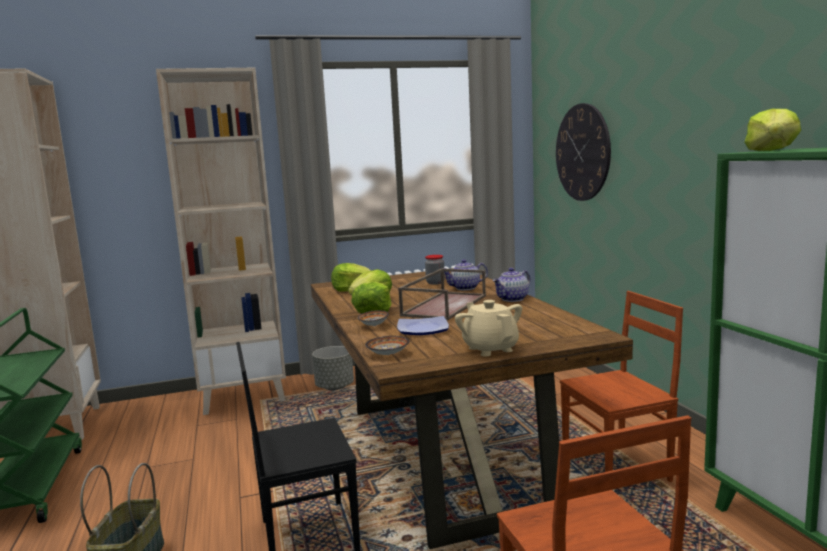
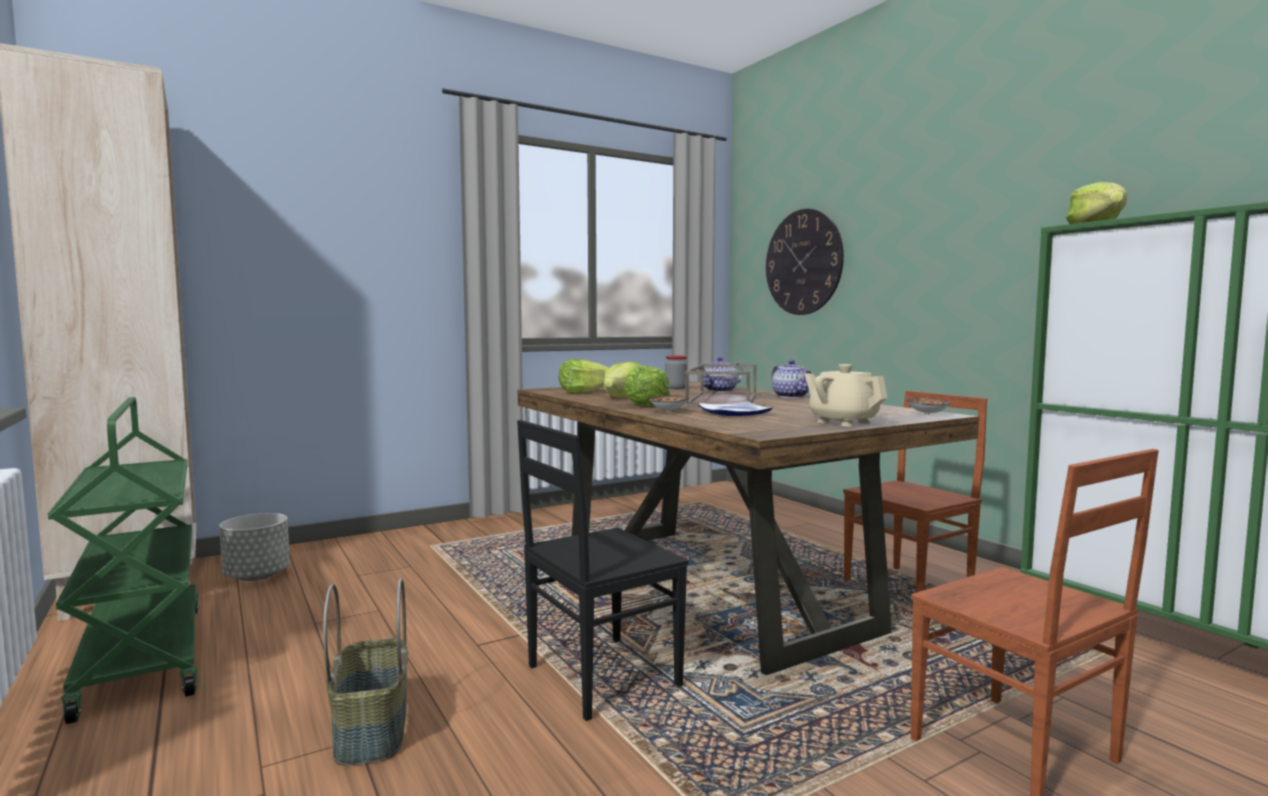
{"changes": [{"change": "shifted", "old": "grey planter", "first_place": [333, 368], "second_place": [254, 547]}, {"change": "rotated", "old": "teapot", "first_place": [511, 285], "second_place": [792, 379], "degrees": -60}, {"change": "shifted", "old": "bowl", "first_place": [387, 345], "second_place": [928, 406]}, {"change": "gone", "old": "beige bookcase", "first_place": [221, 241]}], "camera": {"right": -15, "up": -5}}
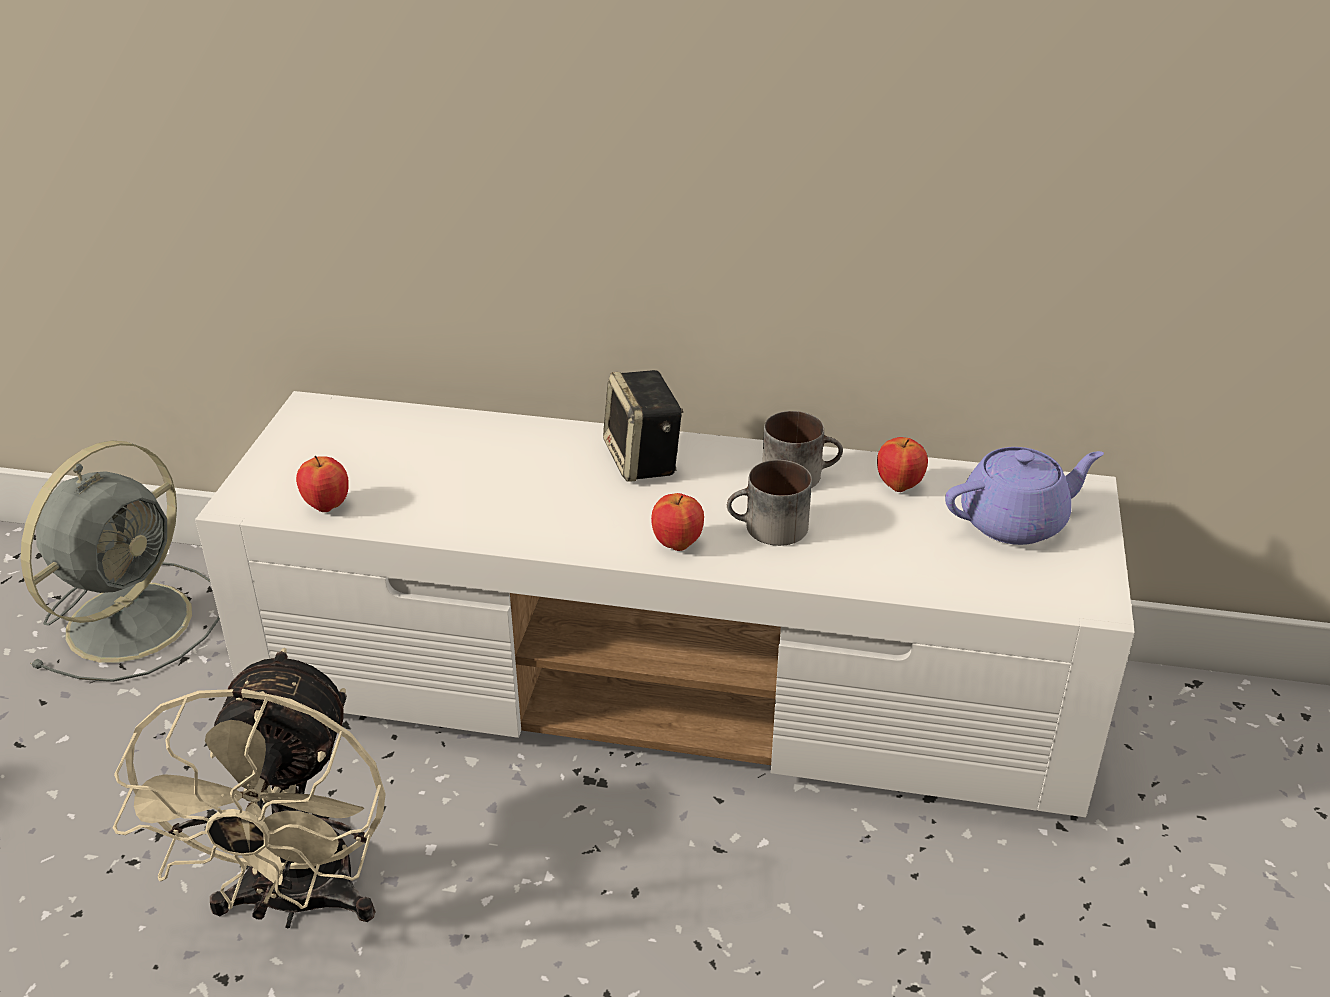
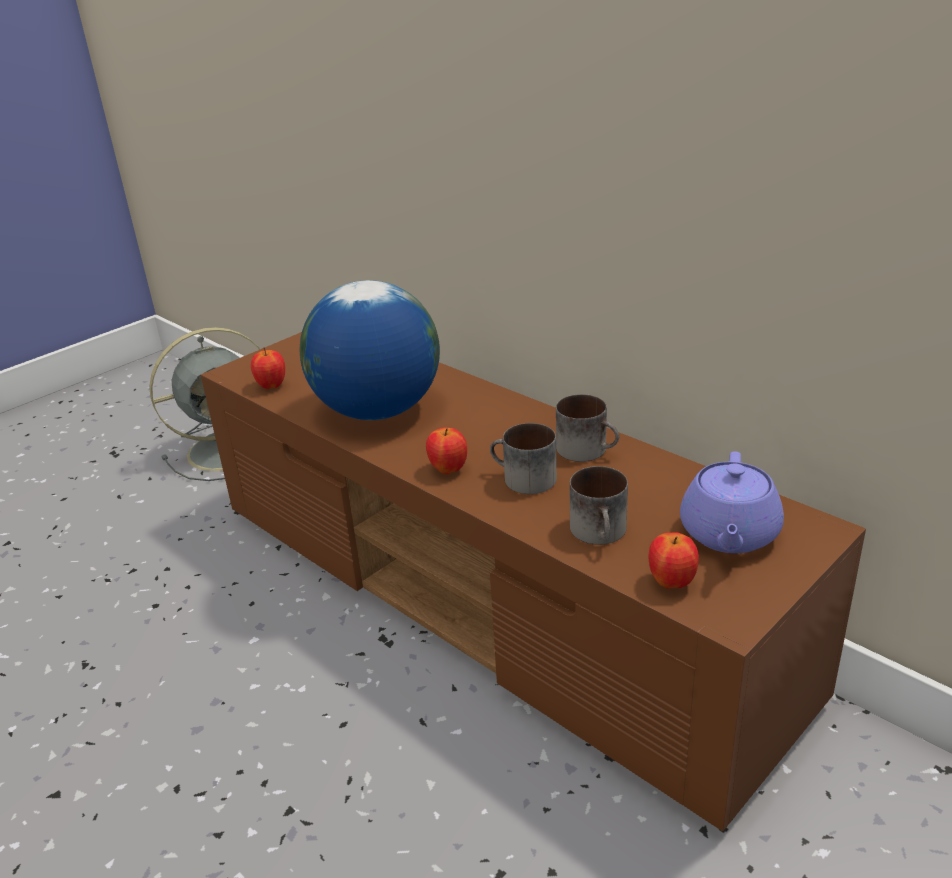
{"changes": [{"change": "repainted", "old": "white tv stand", "new": "brown tv stand", "first_place": [665, 604], "second_place": [533, 581]}, {"change": "new", "new": "globe", "second_place": [370, 350]}, {"change": "new", "new": "mug", "second_place": [599, 505]}, {"change": "shifted", "old": "apple", "first_place": [902, 464], "second_place": [674, 560]}, {"change": "rotated", "old": "purple teapot", "first_place": [1024, 496], "second_place": [732, 502], "degrees": 90}, {"change": "gone", "old": "beige fan", "first_place": [249, 788]}, {"change": "gone", "old": "speaker", "first_place": [643, 426]}], "camera": {"right": 35, "up": -5}}
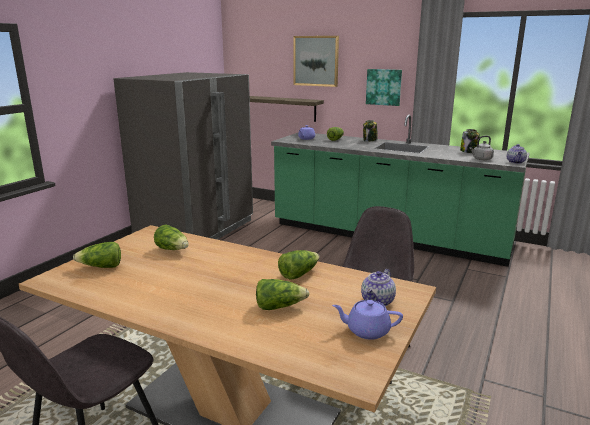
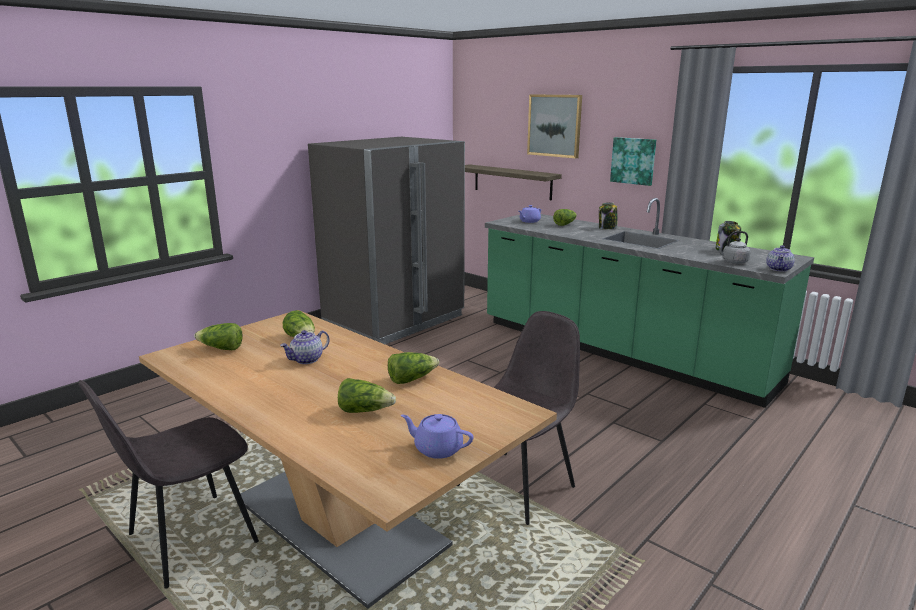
{"changes": [{"change": "shifted", "old": "teapot", "first_place": [378, 287], "second_place": [305, 347]}], "camera": {"right": 15, "up": 0}}
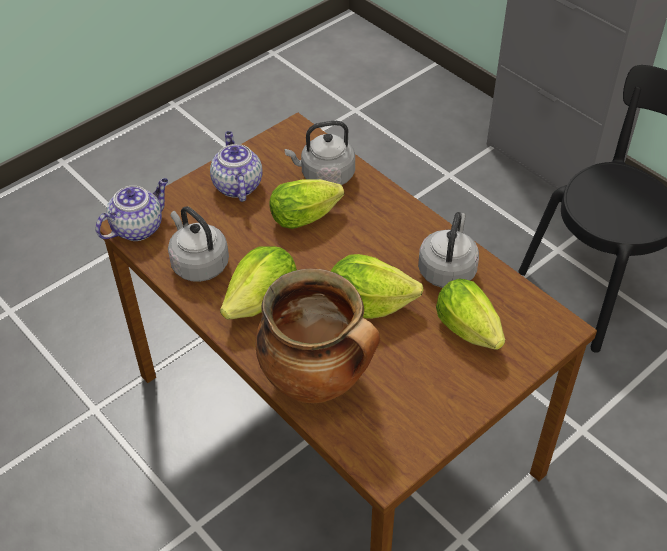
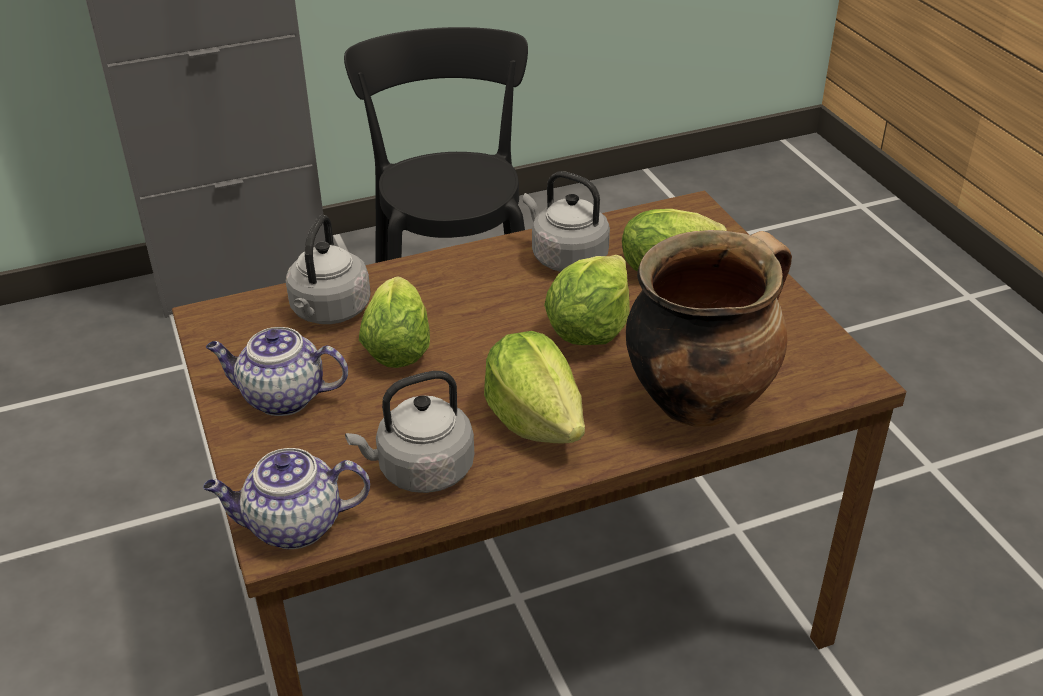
{"changes": [{"change": "rotated", "old": "teapot", "first_place": [131, 209], "second_place": [286, 498], "degrees": -75}], "camera": {"right": -70, "up": -10}}
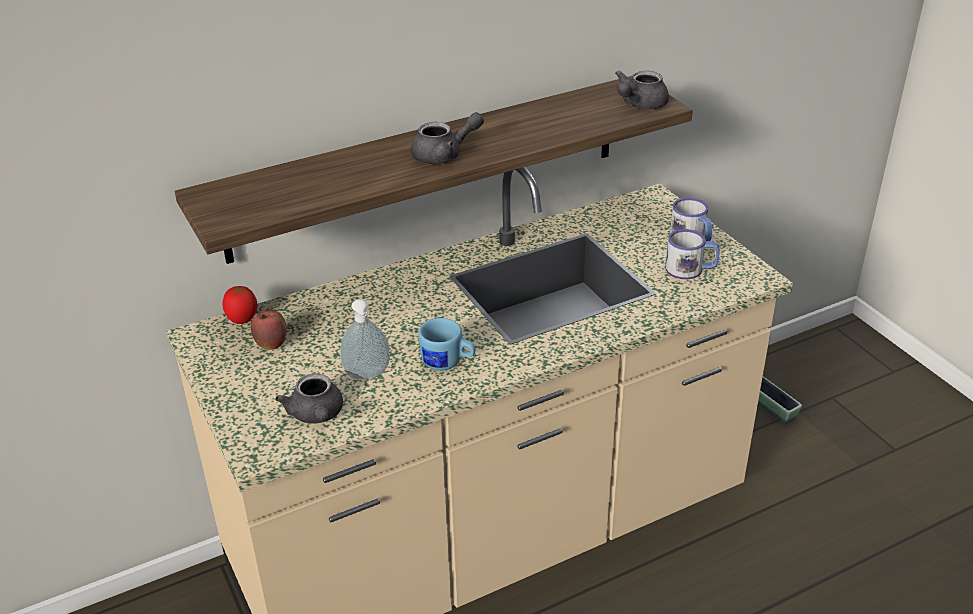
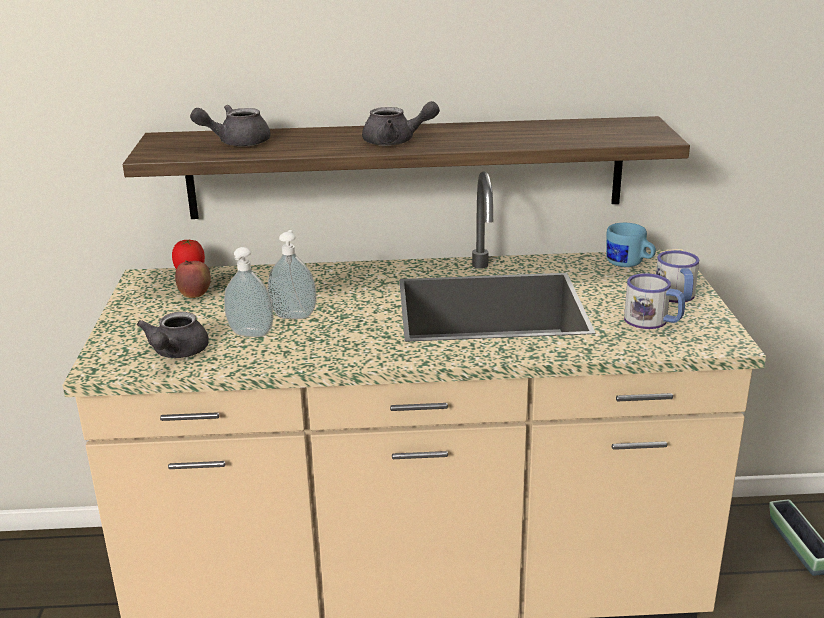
{"changes": [{"change": "shifted", "old": "grey teapot", "first_place": [642, 89], "second_place": [230, 126]}, {"change": "new", "new": "soap dispenser", "second_place": [292, 274]}, {"change": "shifted", "old": "blue mug", "first_place": [446, 344], "second_place": [631, 245]}], "camera": {"right": 25, "up": -10}}
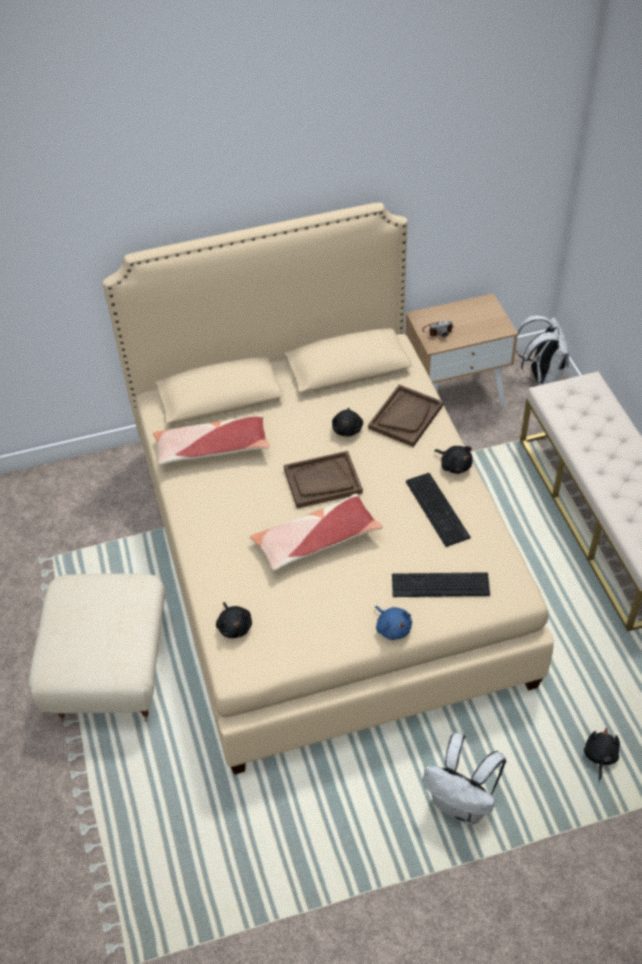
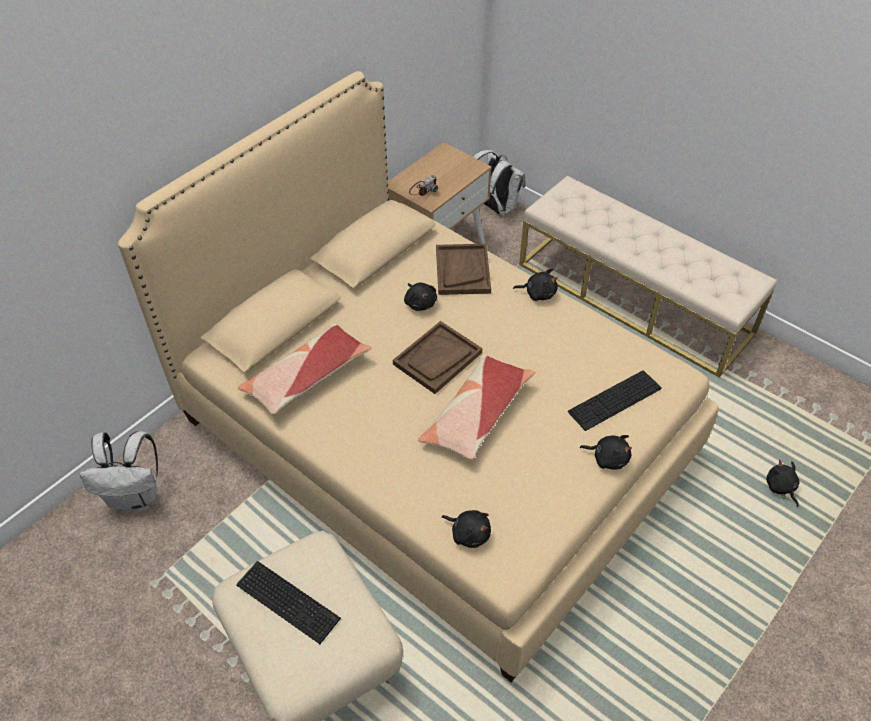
{"changes": [{"change": "shifted", "old": "white backpack", "first_place": [464, 779], "second_place": [119, 471]}, {"change": "shifted", "old": "keyboard", "first_place": [438, 510], "second_place": [288, 602]}, {"change": "repainted", "old": "blue plush toy", "new": "black plush toy", "first_place": [393, 623], "second_place": [606, 452]}], "camera": {"right": -35, "up": 0}}
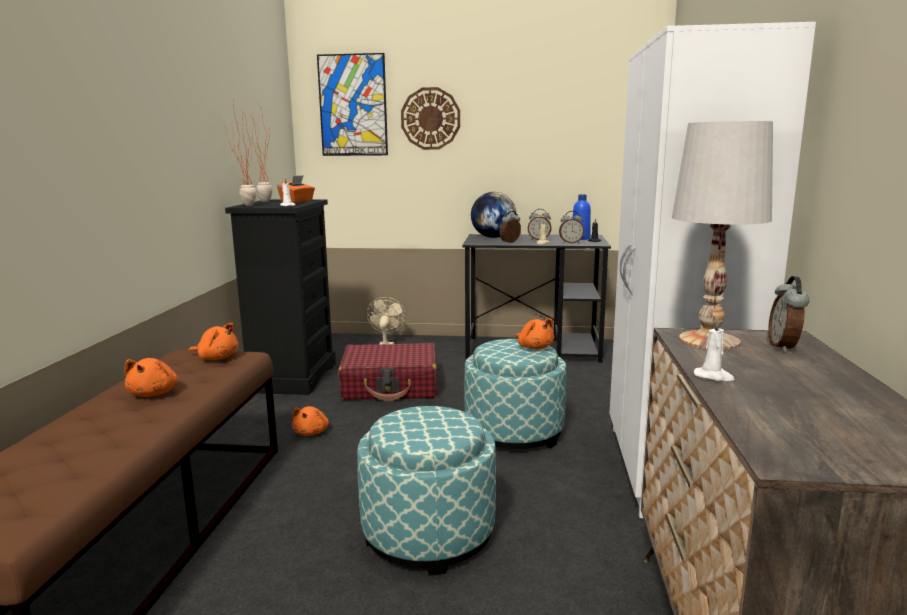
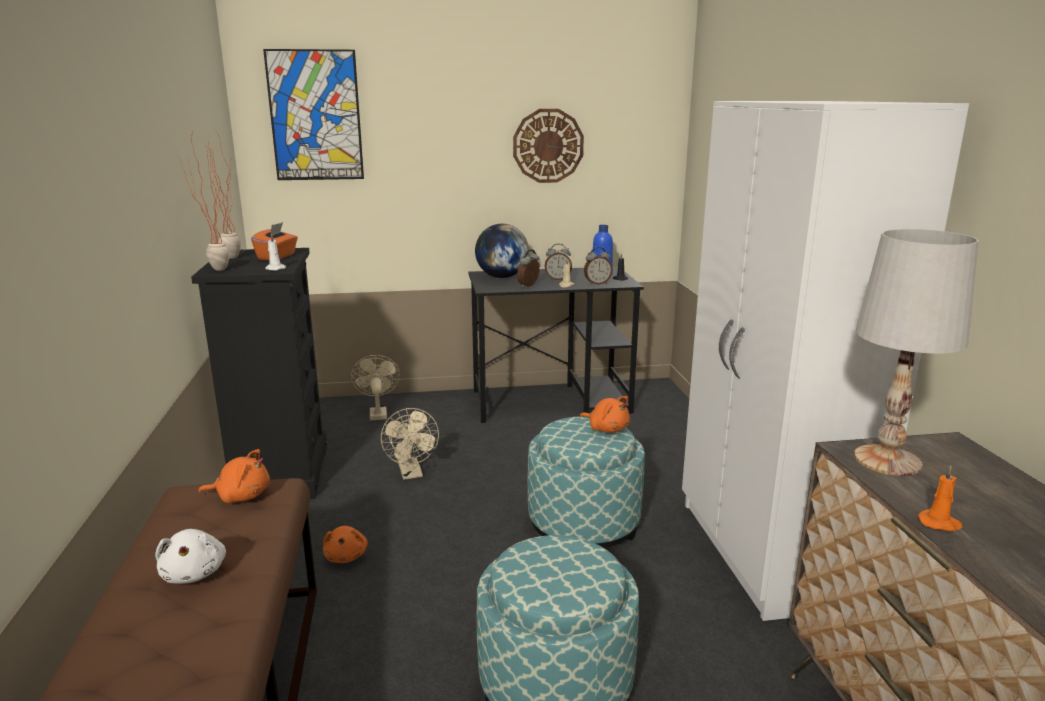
{"changes": [{"change": "repainted", "old": "orange plush toy", "new": "white plush toy", "first_place": [151, 377], "second_place": [190, 556]}, {"change": "swapped", "old": "red suitcase", "new": "beige fan", "first_place": [387, 372], "second_place": [410, 444]}, {"change": "shifted", "old": "wall clock", "first_place": [430, 118], "second_place": [548, 146]}, {"change": "repainted", "old": "white candle", "new": "orange candle", "first_place": [714, 349], "second_place": [940, 498]}, {"change": "gone", "old": "alarm clock", "first_place": [788, 314]}], "camera": {"right": -15, "up": 5}}
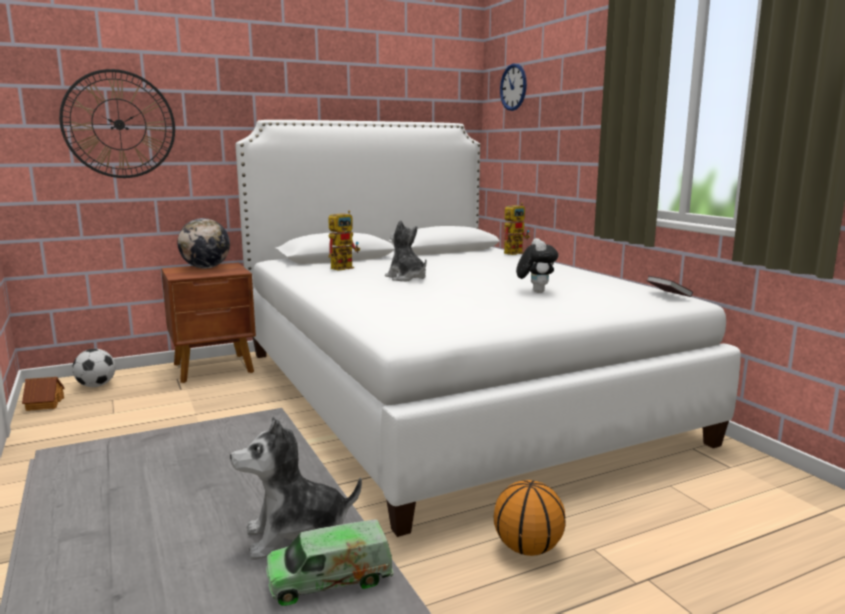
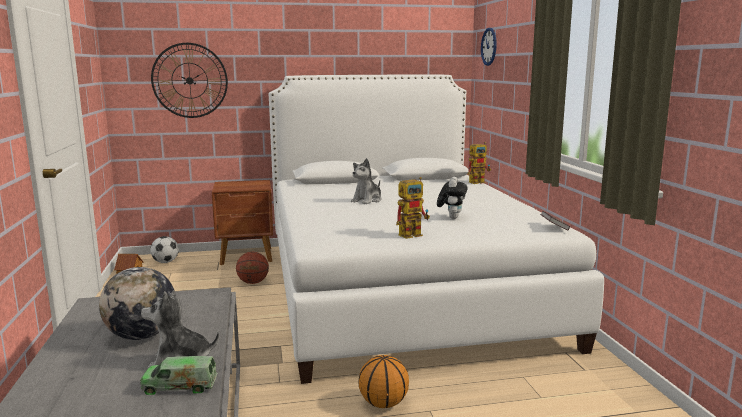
{"changes": [{"change": "shifted", "old": "globe", "first_place": [204, 243], "second_place": [137, 303]}, {"change": "new", "new": "basketball", "second_place": [252, 268]}, {"change": "rotated", "old": "plush toy", "first_place": [406, 250], "second_place": [366, 181], "degrees": -120}, {"change": "shifted", "old": "toy robot", "first_place": [344, 240], "second_place": [413, 208]}], "camera": {"right": 15, "up": 0}}
